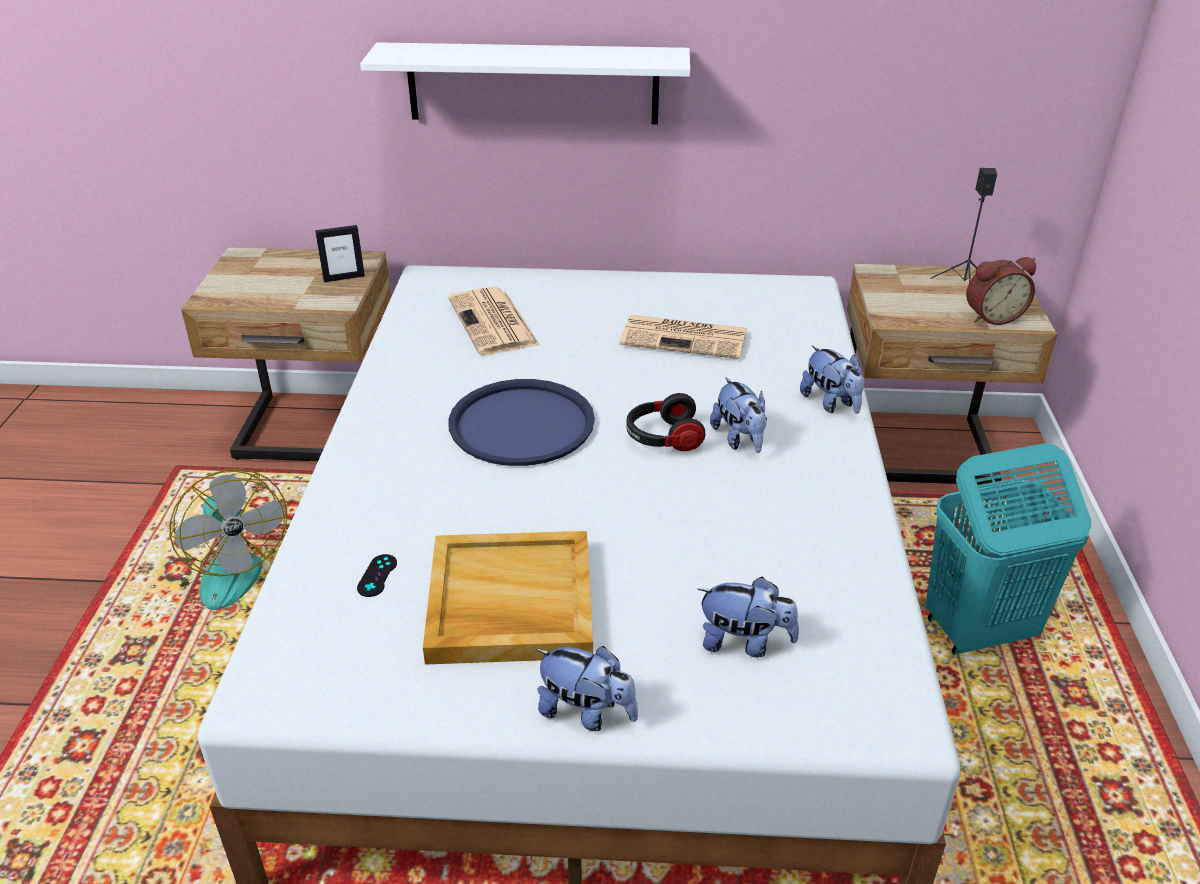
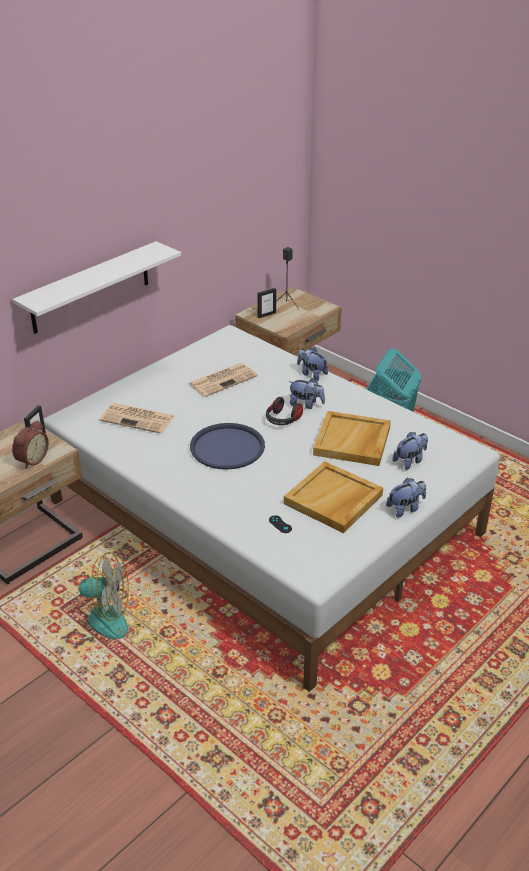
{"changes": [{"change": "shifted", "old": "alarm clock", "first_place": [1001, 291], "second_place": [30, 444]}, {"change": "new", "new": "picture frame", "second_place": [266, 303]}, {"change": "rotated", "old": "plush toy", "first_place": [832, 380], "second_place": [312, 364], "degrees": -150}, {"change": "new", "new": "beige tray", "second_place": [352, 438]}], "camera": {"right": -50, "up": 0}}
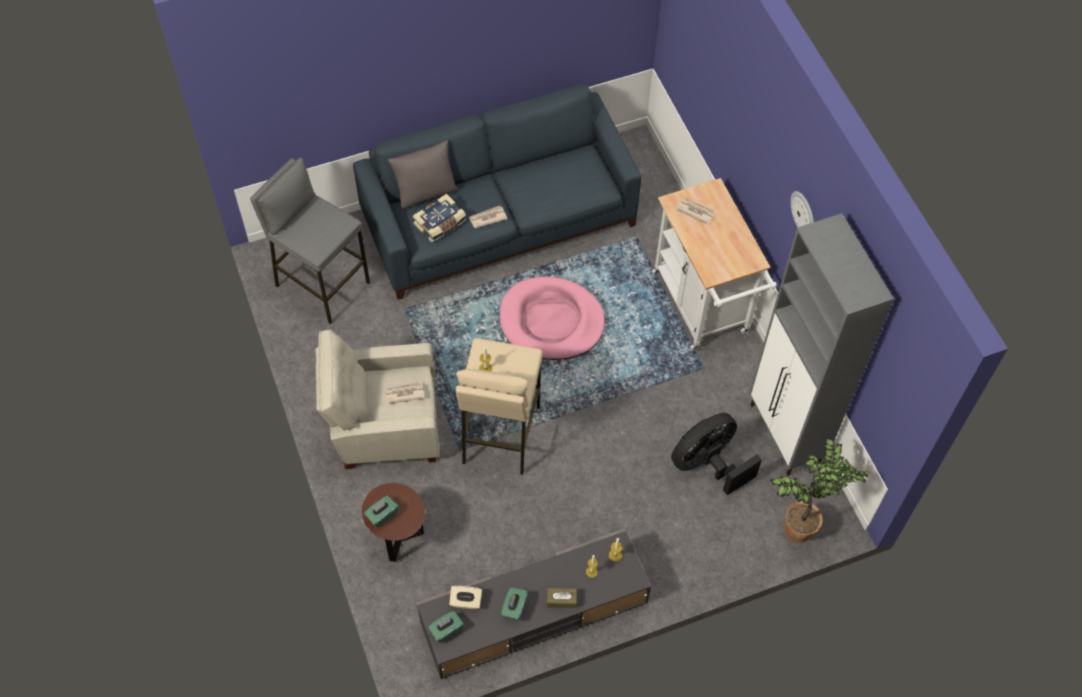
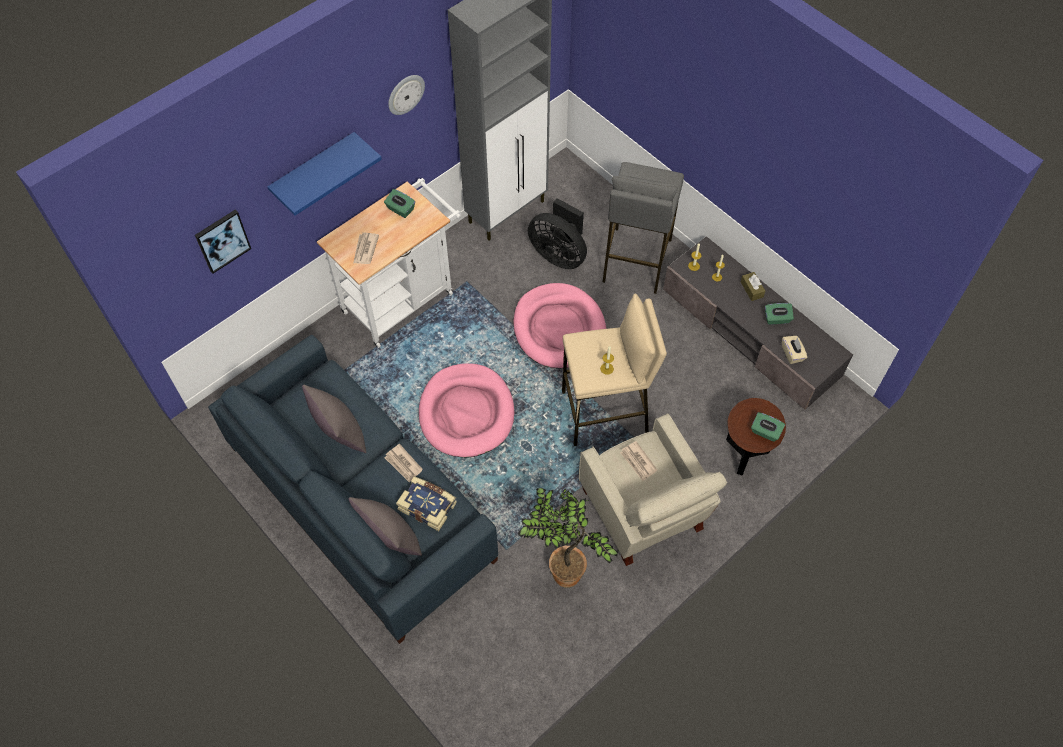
{"changes": [{"change": "new", "new": "picture", "second_place": [223, 242]}, {"change": "new", "new": "blue shelf", "second_place": [324, 174]}, {"change": "new", "new": "grey pillow", "second_place": [334, 419]}, {"change": "shifted", "old": "green tissue box", "first_place": [446, 627], "second_place": [399, 203]}, {"change": "new", "new": "pink dog bed", "second_place": [559, 326]}, {"change": "shifted", "old": "potted plant", "first_place": [820, 490], "second_place": [568, 538]}, {"change": "shifted", "old": "grey stool", "first_place": [310, 240], "second_place": [643, 228]}], "camera": {"right": -110, "up": 0}}
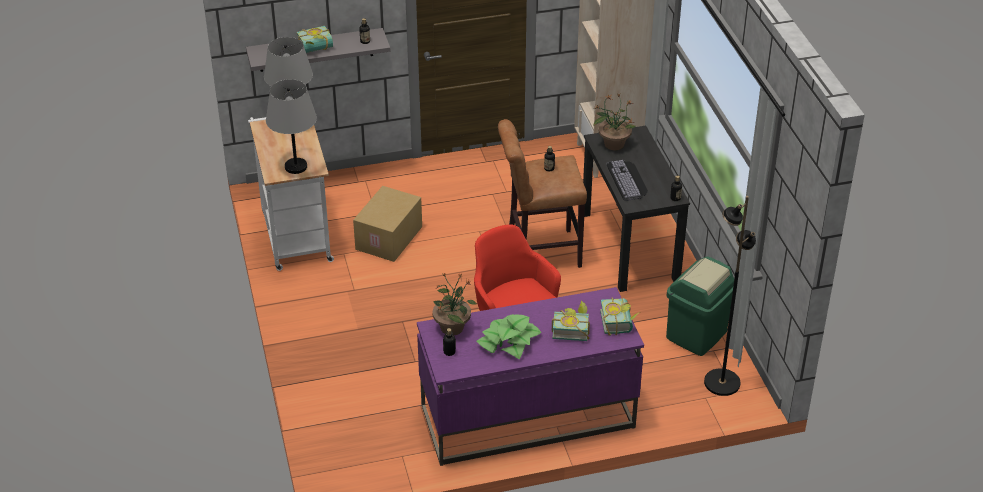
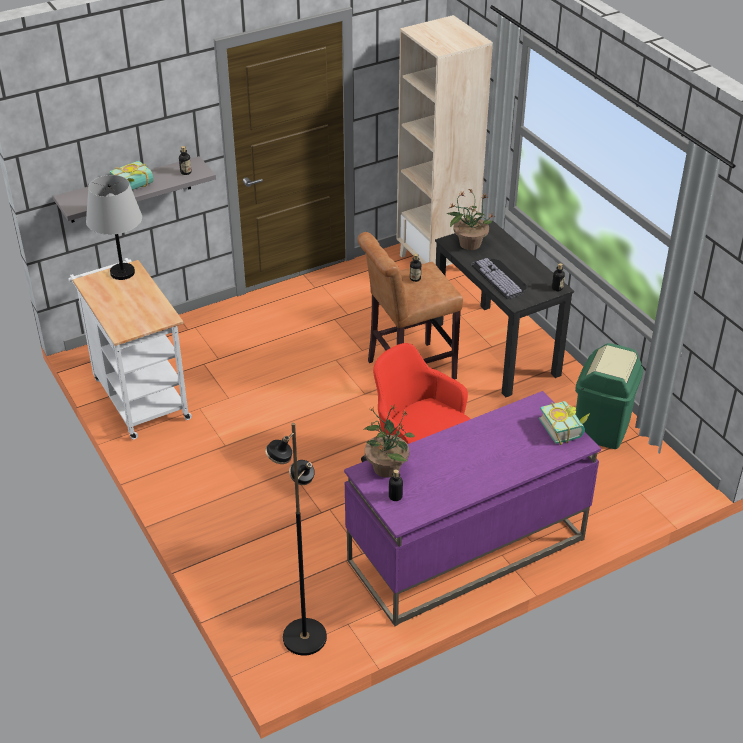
{"changes": [{"change": "shifted", "old": "black floor lamp", "first_place": [730, 296], "second_place": [296, 539]}, {"change": "gone", "old": "grey table lamp", "first_place": [291, 126]}, {"change": "gone", "old": "cardboard box", "first_place": [387, 224]}, {"change": "gone", "old": "potted plant", "first_place": [508, 337]}, {"change": "gone", "old": "book", "first_place": [571, 321]}], "camera": {"right": -15, "up": 0}}
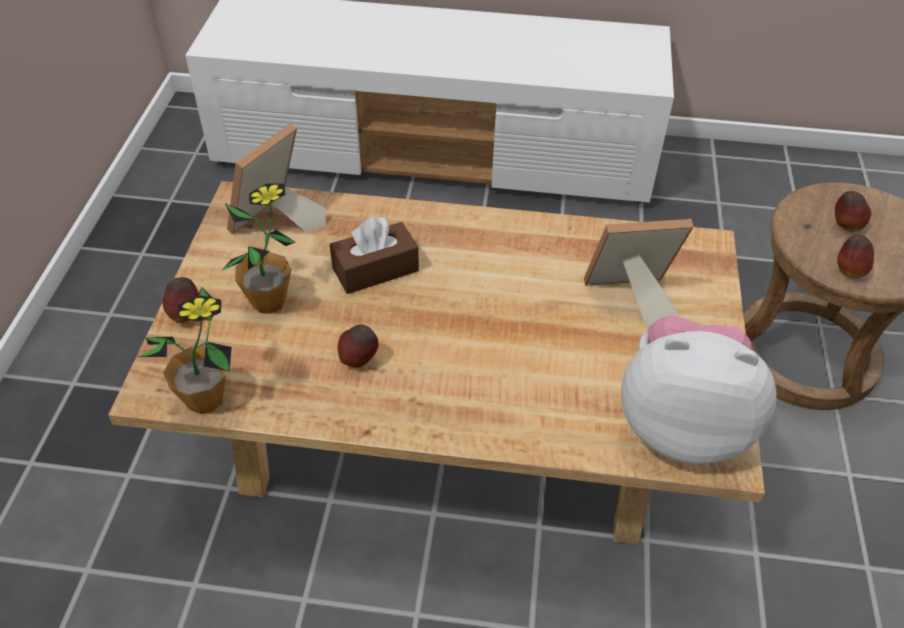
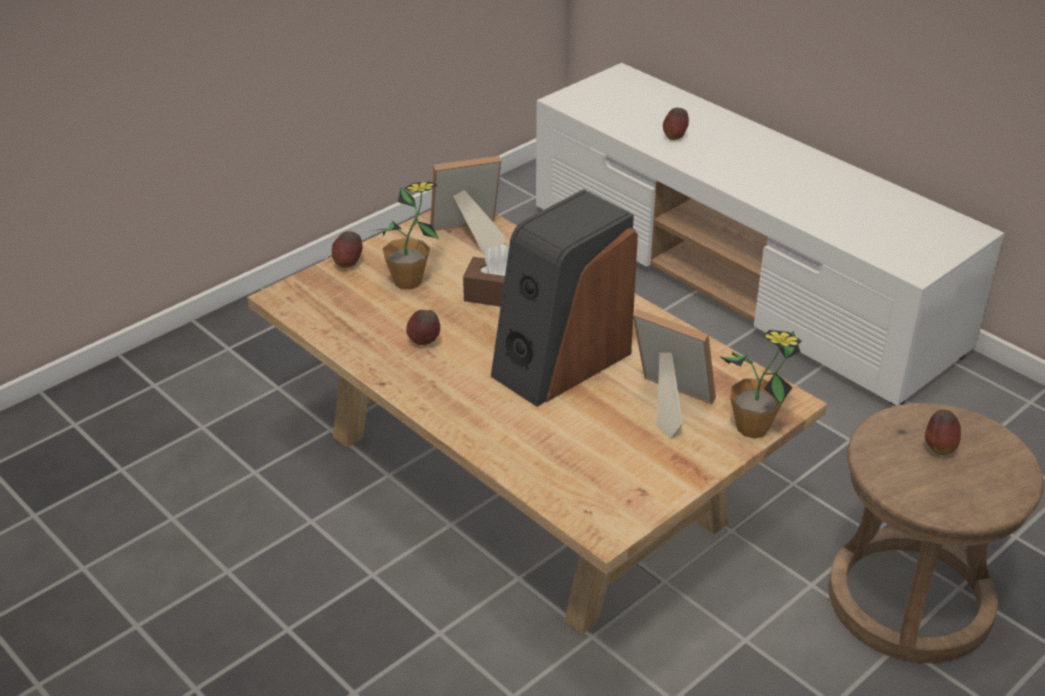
{"changes": [{"change": "new", "new": "speaker", "second_place": [564, 298]}, {"change": "shifted", "old": "apple", "first_place": [855, 257], "second_place": [676, 124]}, {"change": "shifted", "old": "potted plant", "first_place": [185, 351], "second_place": [761, 384]}, {"change": "gone", "old": "plush toy", "first_place": [699, 389]}], "camera": {"right": 40, "up": -10}}
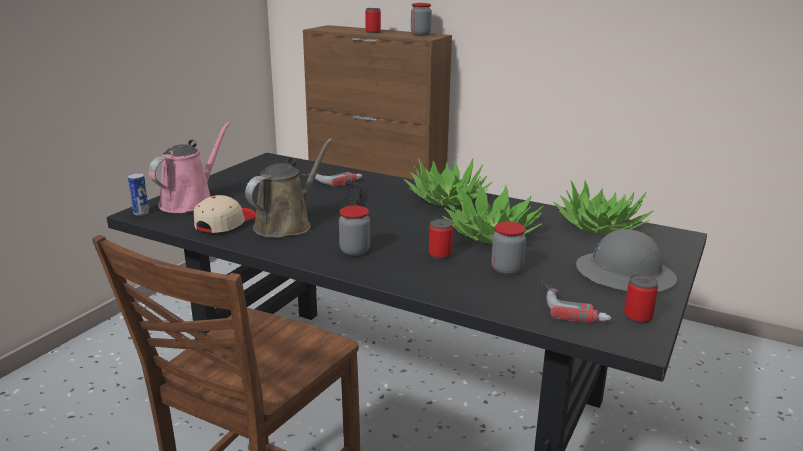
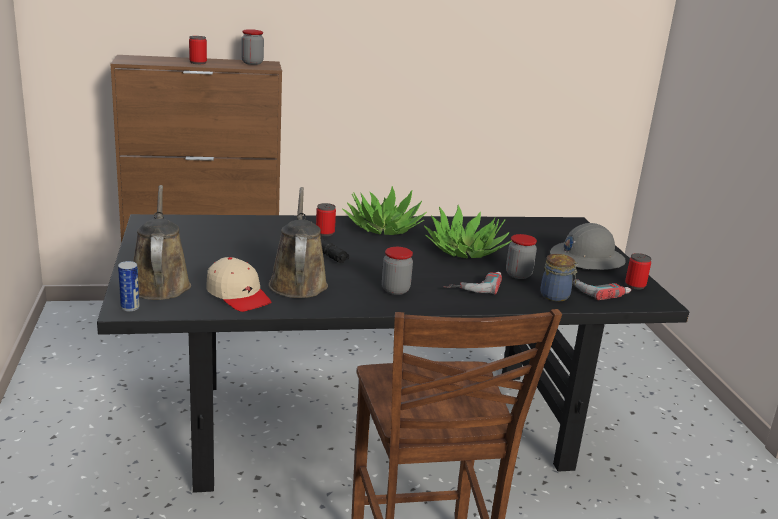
{"changes": [{"change": "repainted", "old": "pink watering can", "new": "brown watering can", "first_place": [190, 167], "second_place": [162, 242]}, {"change": "rotated", "old": "beige cap", "first_place": [225, 214], "second_place": [238, 284], "degrees": 150}, {"change": "shifted", "old": "can", "first_place": [441, 239], "second_place": [326, 219]}, {"change": "shifted", "old": "power drill", "first_place": [332, 179], "second_place": [473, 283]}, {"change": "new", "new": "jar", "second_place": [559, 277]}, {"change": "gone", "old": "potted plant", "first_place": [603, 207]}], "camera": {"right": -40, "up": 0}}
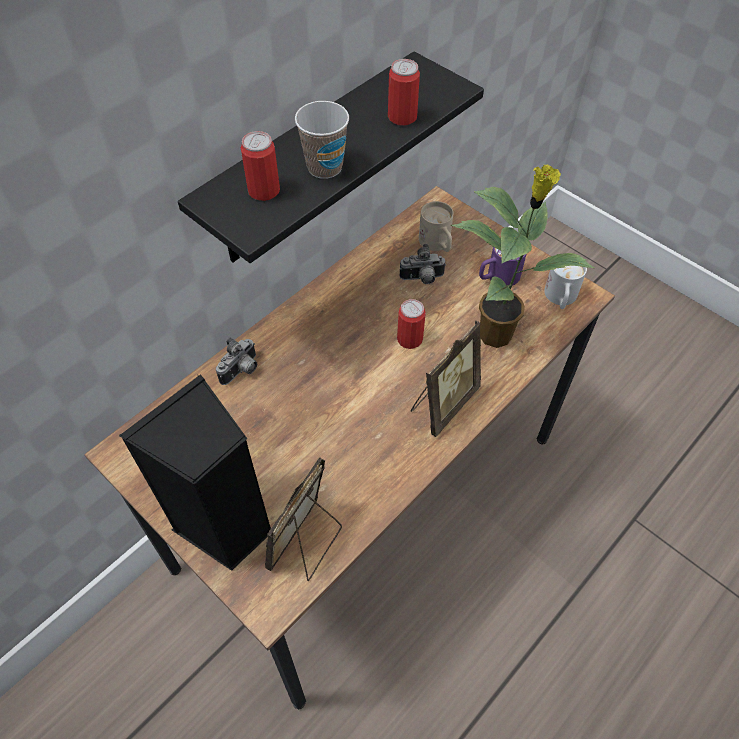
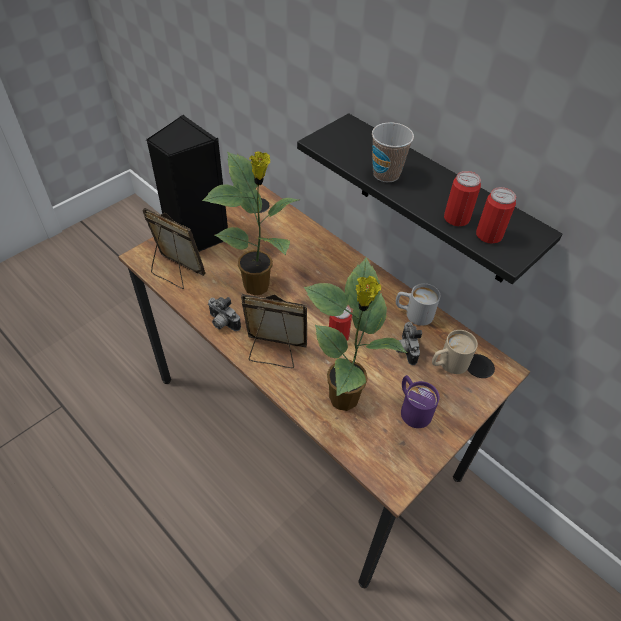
{"changes": [{"change": "new", "new": "potted plant", "second_place": [251, 223]}, {"change": "shifted", "old": "photo camera", "first_place": [236, 361], "second_place": [224, 314]}, {"change": "rotated", "old": "picture frame", "first_place": [446, 378], "second_place": [274, 331], "degrees": 150}, {"change": "shifted", "old": "white mug", "first_place": [565, 287], "second_place": [418, 304]}, {"change": "shifted", "old": "can", "first_place": [260, 166], "second_place": [496, 215]}], "camera": {"right": 90, "up": -5}}
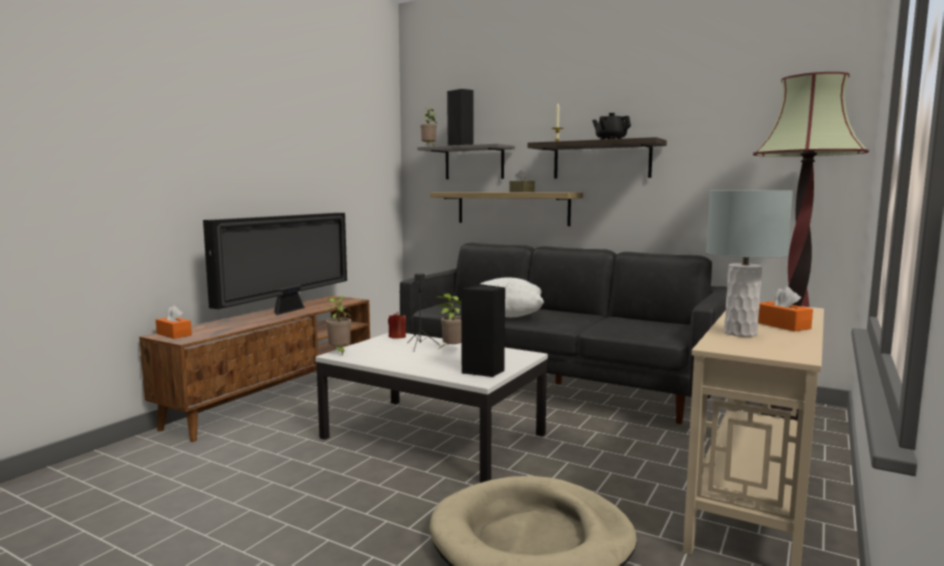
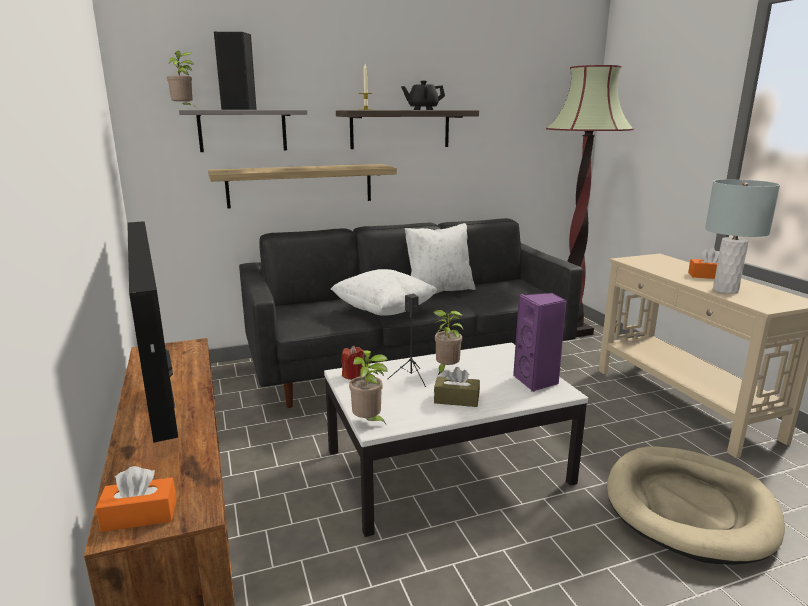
{"changes": [{"change": "new", "new": "white pillow", "second_place": [440, 258]}, {"change": "shifted", "old": "brown tissue box", "first_place": [522, 181], "second_place": [457, 387]}, {"change": "repainted", "old": "black speaker", "new": "purple speaker", "first_place": [483, 330], "second_place": [540, 342]}], "camera": {"right": -50, "up": 10}}
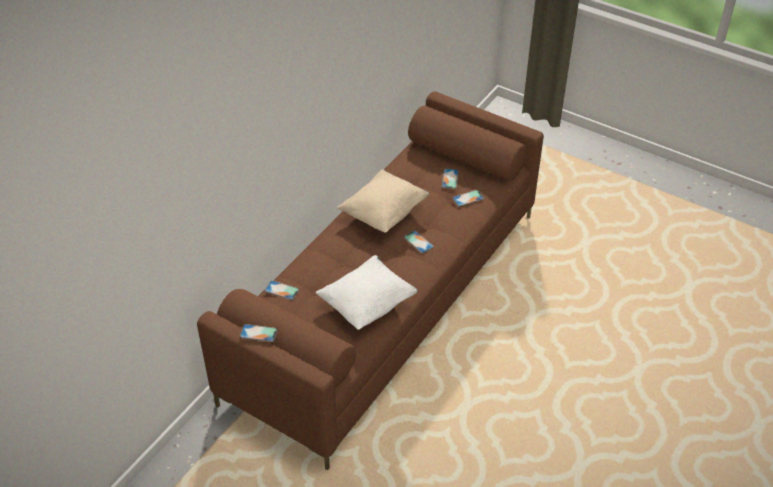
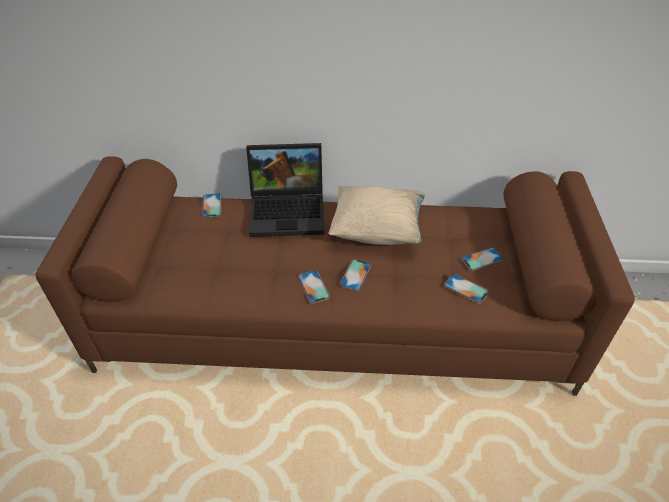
{"changes": [{"change": "new", "new": "laptop", "second_place": [285, 190]}, {"change": "shifted", "old": "phone", "first_place": [258, 333], "second_place": [314, 287]}, {"change": "gone", "old": "white pillow", "first_place": [367, 292]}], "camera": {"right": 60, "up": 0}}
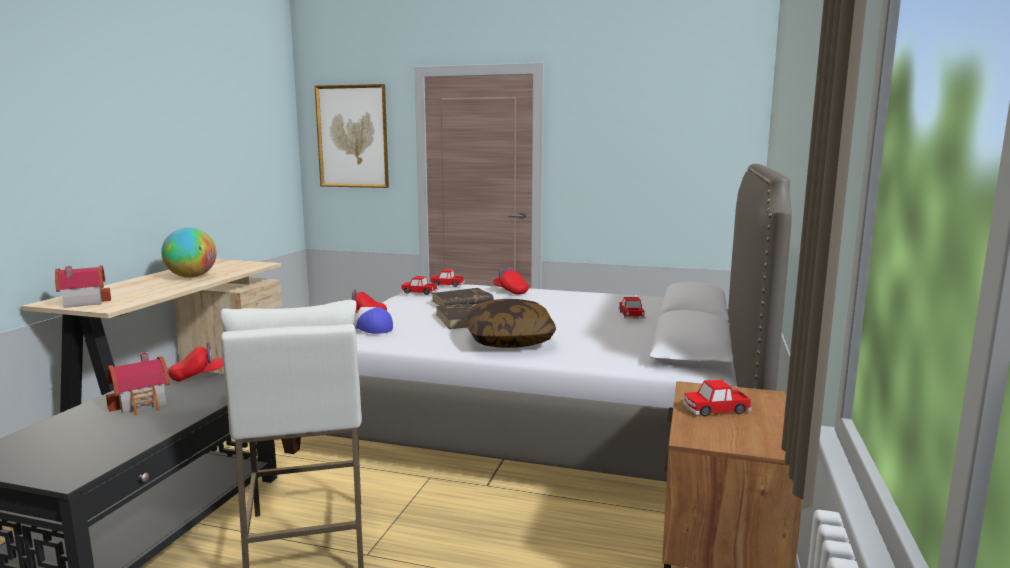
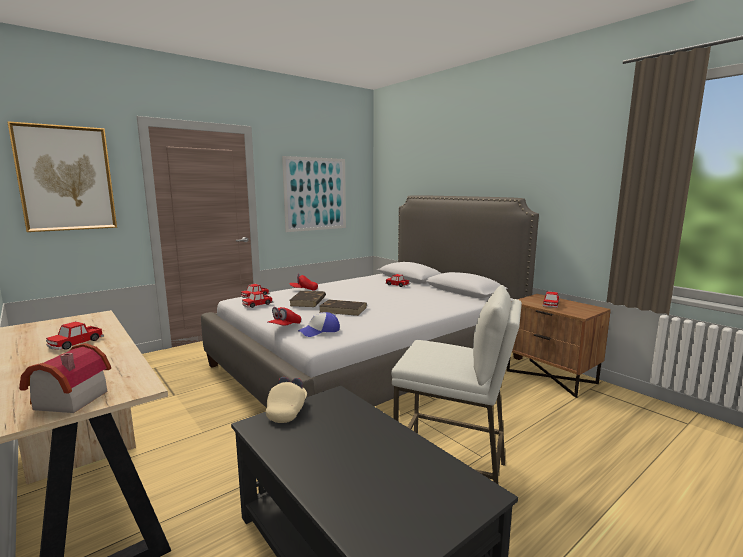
{"changes": [{"change": "swapped", "old": "globe", "new": "toy car", "first_place": [189, 253], "second_place": [75, 335]}, {"change": "repainted", "old": "red cap", "new": "beige cap", "first_place": [195, 362], "second_place": [286, 400]}, {"change": "new", "new": "picture", "second_place": [314, 194]}, {"change": "gone", "old": "toy house", "first_place": [138, 384]}, {"change": "gone", "old": "pillow", "first_place": [510, 323]}], "camera": {"right": -55, "up": 0}}
